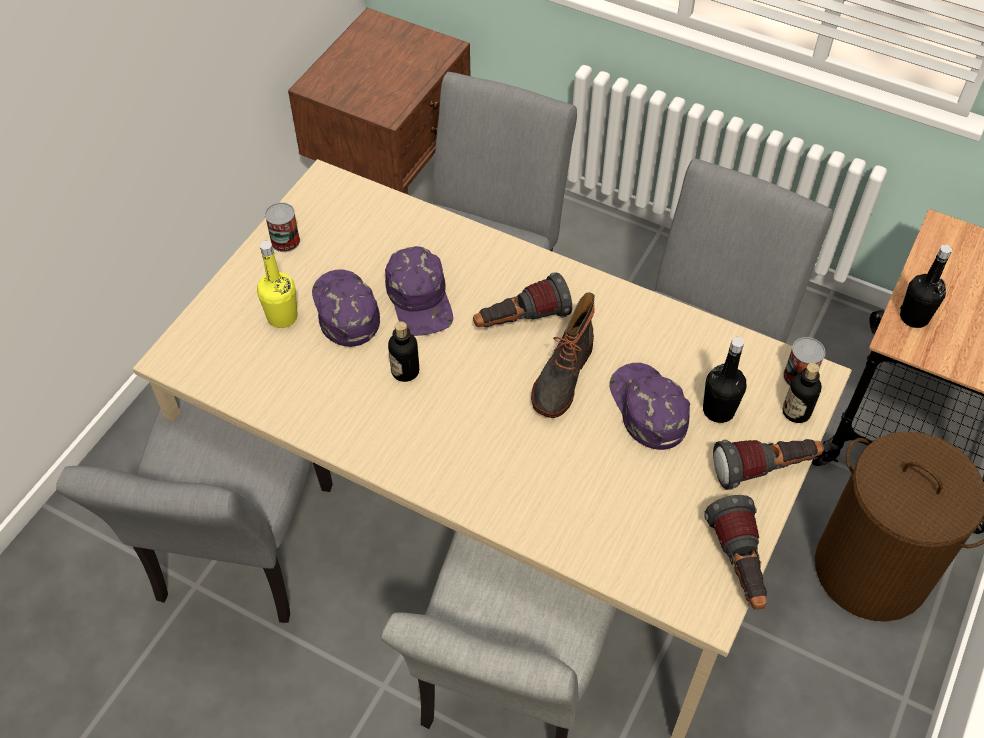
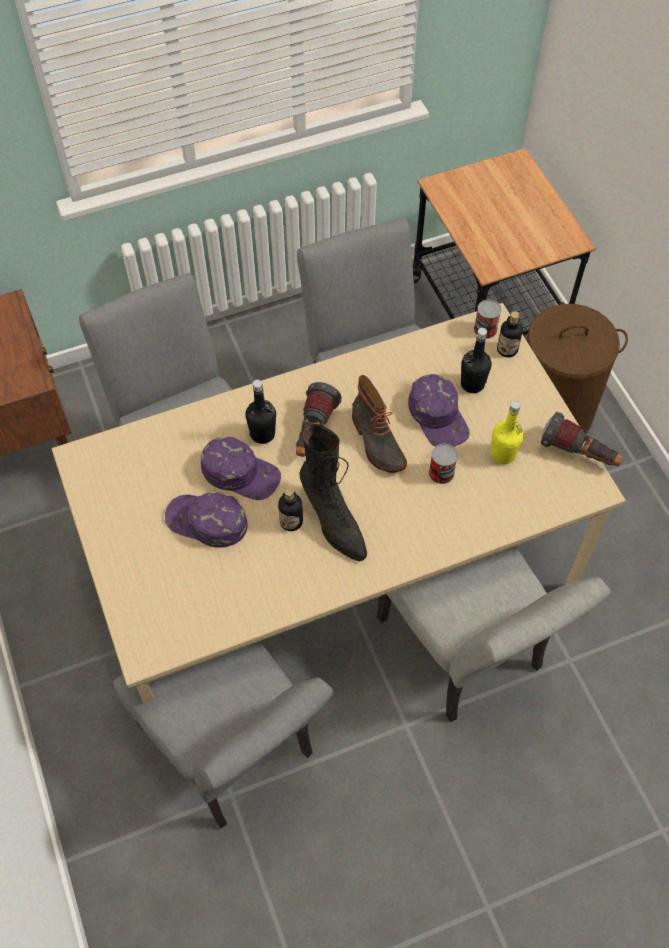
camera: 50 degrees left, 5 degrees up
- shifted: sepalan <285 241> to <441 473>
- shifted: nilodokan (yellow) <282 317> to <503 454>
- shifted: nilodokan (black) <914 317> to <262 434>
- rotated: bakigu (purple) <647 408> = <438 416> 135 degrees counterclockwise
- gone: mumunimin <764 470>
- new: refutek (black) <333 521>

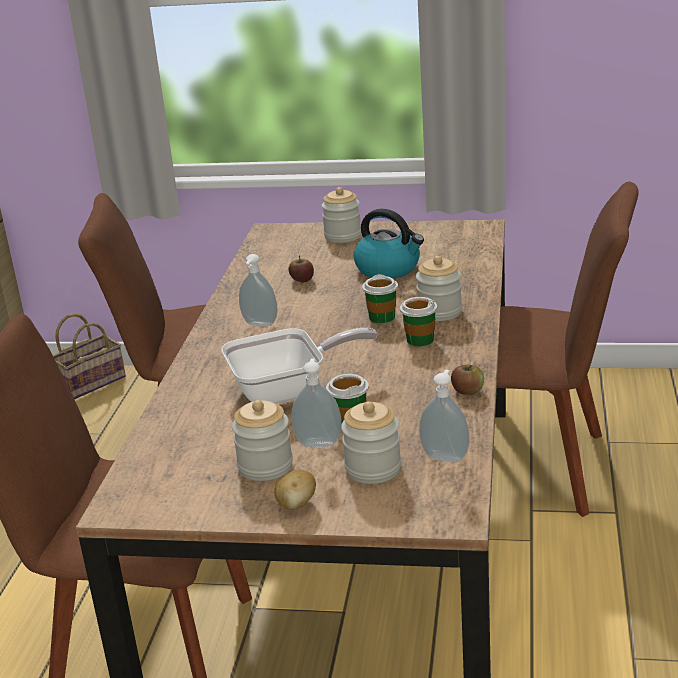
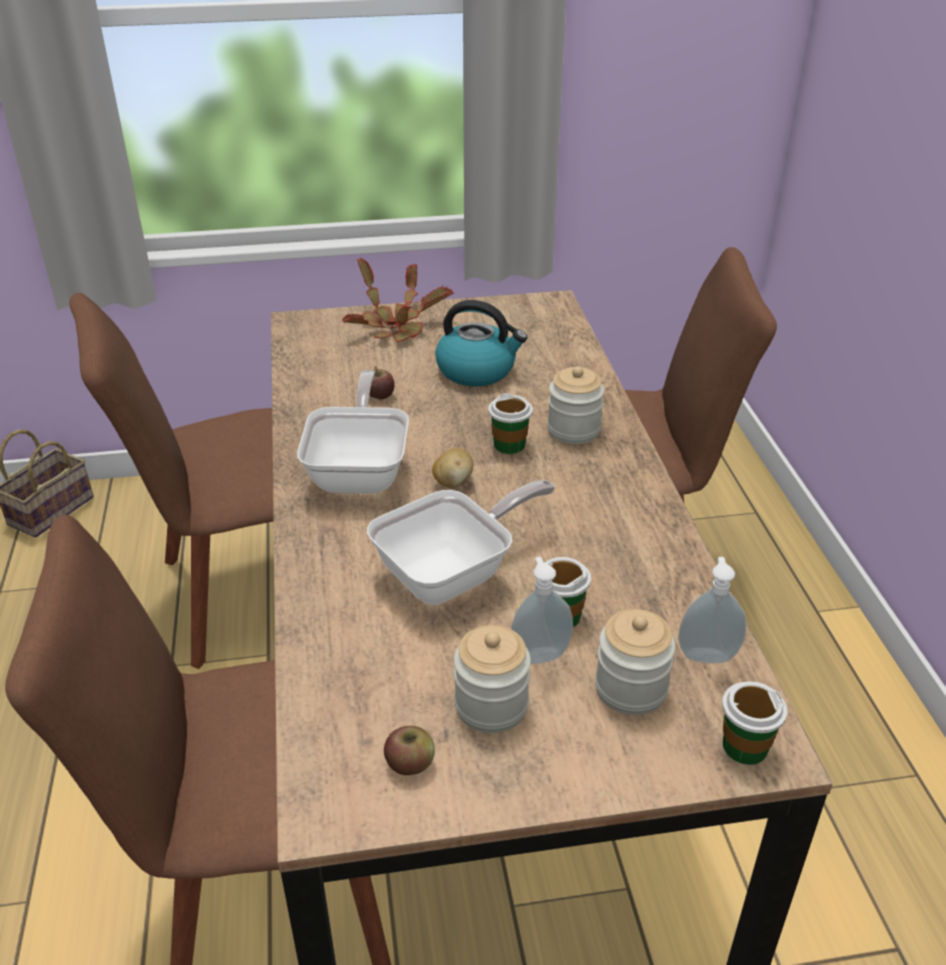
camera: 20 degrees left, 10 degrees up
- swapped: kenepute <343 236> to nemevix <394 325>
- swapped: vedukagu <259 324> to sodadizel <360 470>
- shifted: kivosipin <420 340> to <744 746>
- shifted: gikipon <468 391> to <410 763>
- shifted: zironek <297 505> to <453 482>

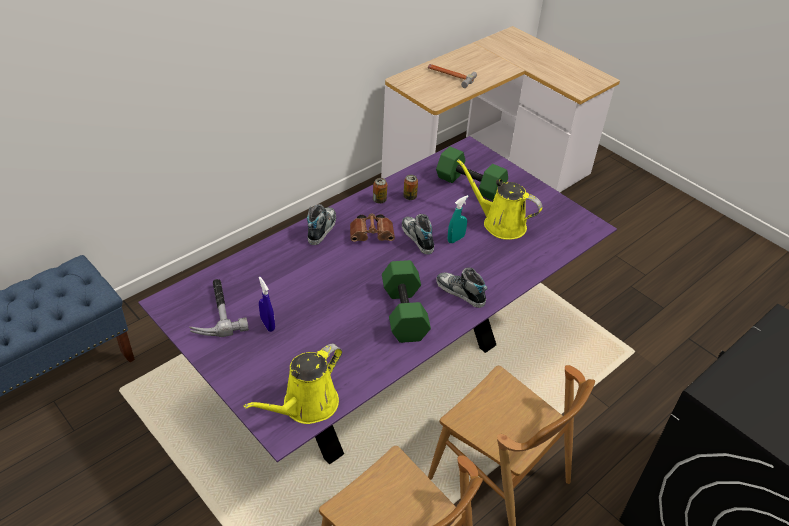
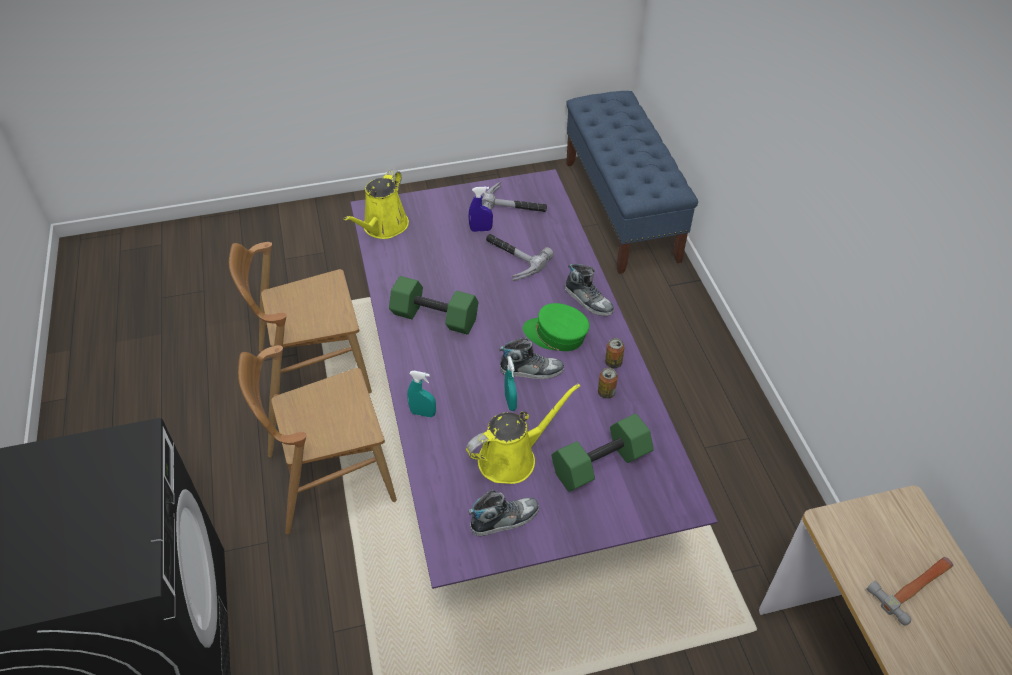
camera: 120 degrees right, 5 degrees up
- swapped: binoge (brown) <373 235> to bakigu (green) <556 335>
- shifted: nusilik <460 292> to <504 519>
- rotated: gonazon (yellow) <306 406> = <383 227> 135 degrees counterclockwise
- new: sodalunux <511 259>
- new: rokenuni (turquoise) <423 413>

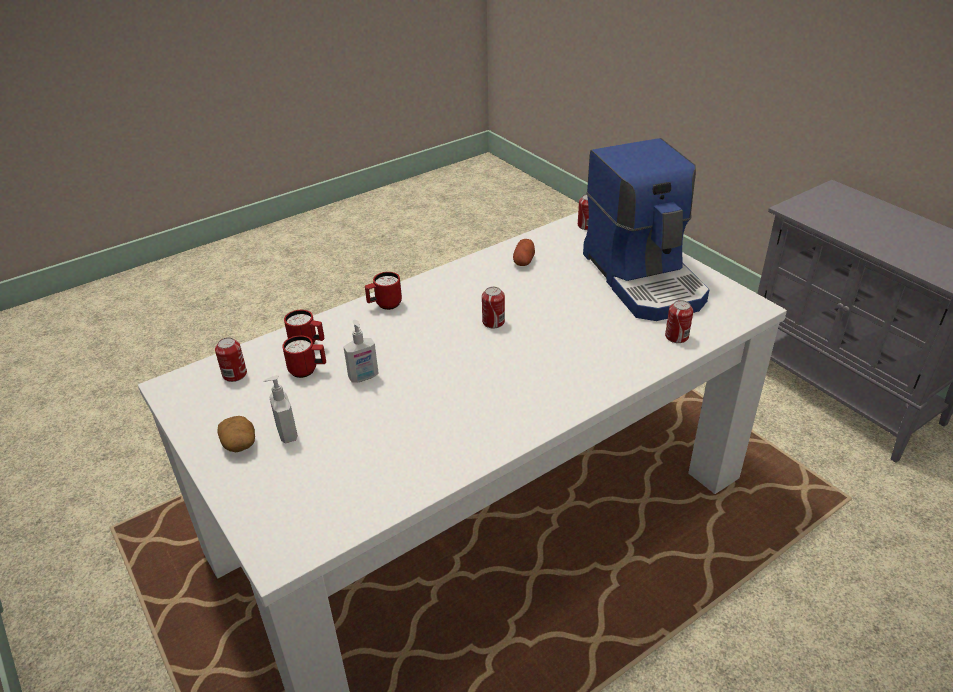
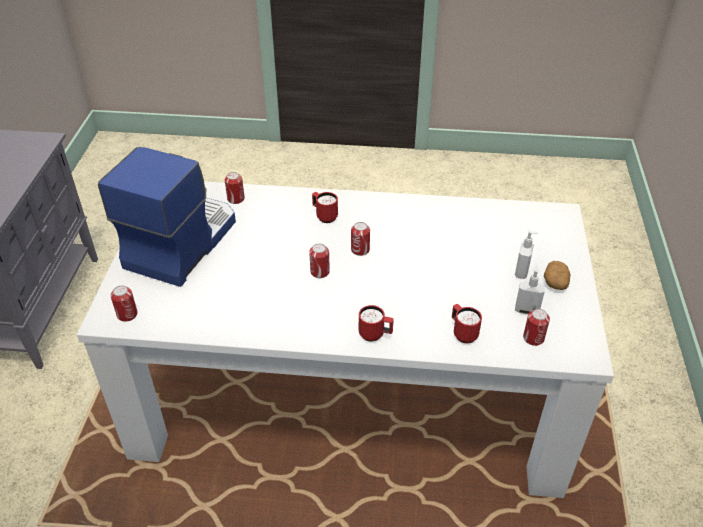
camera: 140 degrees left, 5 degrees up
- gone: zironek <524 261>
- shifted: vedukagu <364 377> to <526 310>
- shifted: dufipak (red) <308 370> to <324 216>
- new: sepalan <360 250>

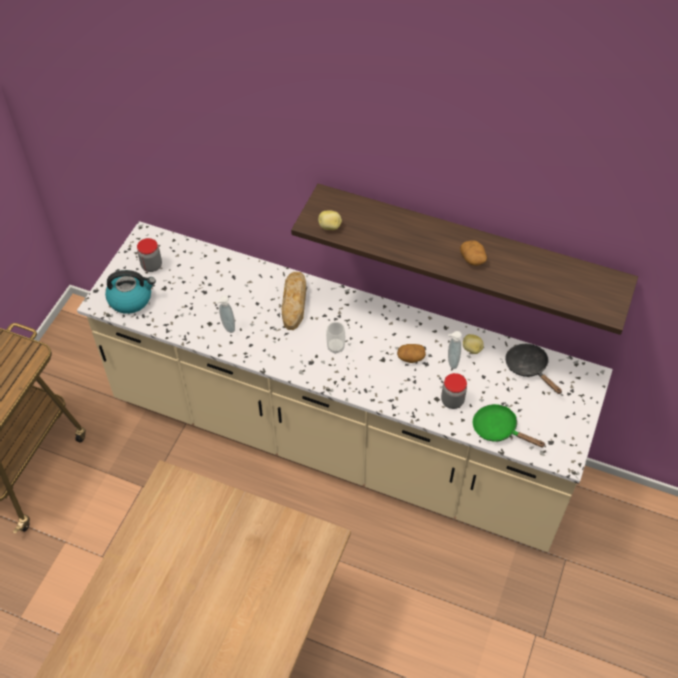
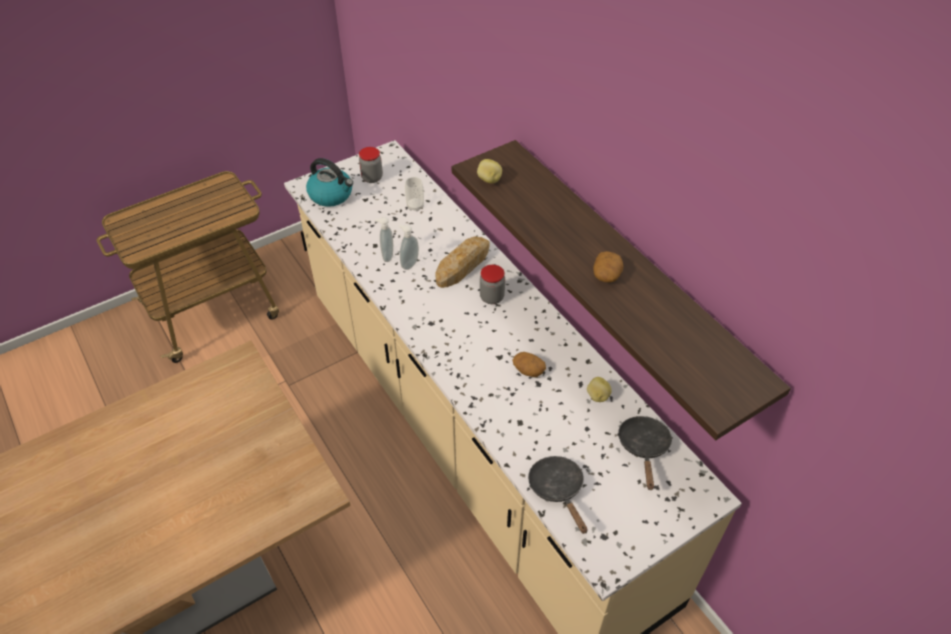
camera: 35 degrees right, 5 degrees down
- shifted: kivosipin <335 347> to <415 206>
- shifted: vedukagu <451 362> to <409 263>
- shifted: kenepute <452 401> to <492 297>
- repainted: sodadizel (green) <498 429> to sodadizel (black) <558 489>

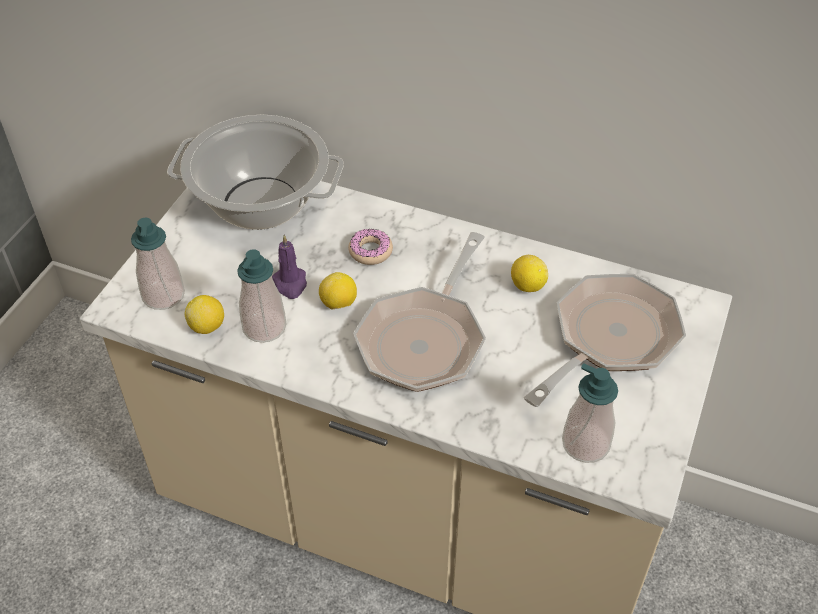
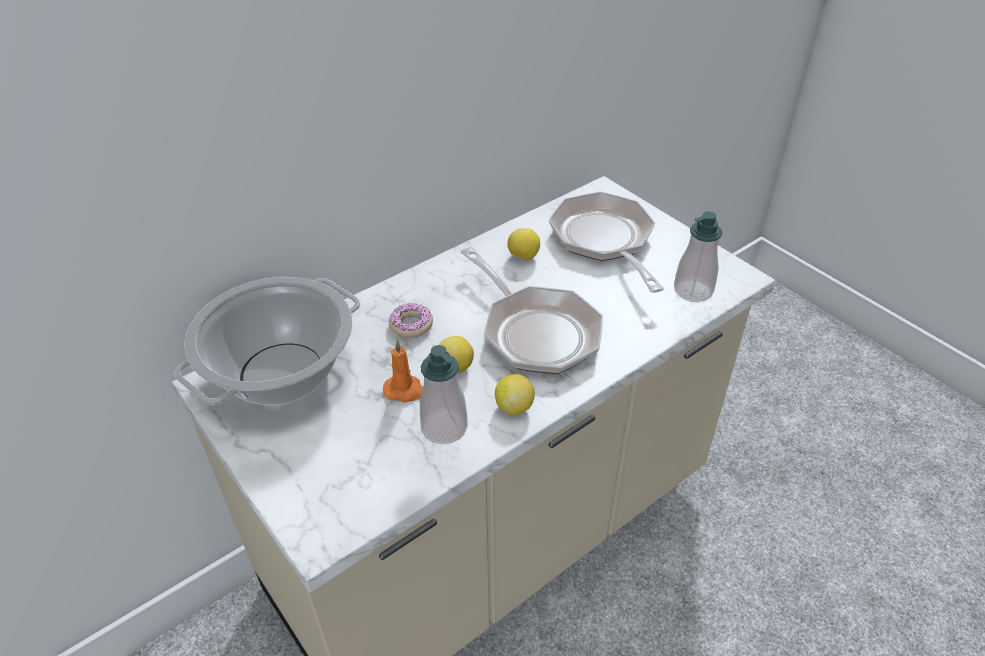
camera: 60 degrees left, 5 degrees down
- gone: vedukagu <163 295>
- repainted: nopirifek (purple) <290 284> to nopirifek (orange) <405 390>
- shifted: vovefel <207 326> to <514 406>

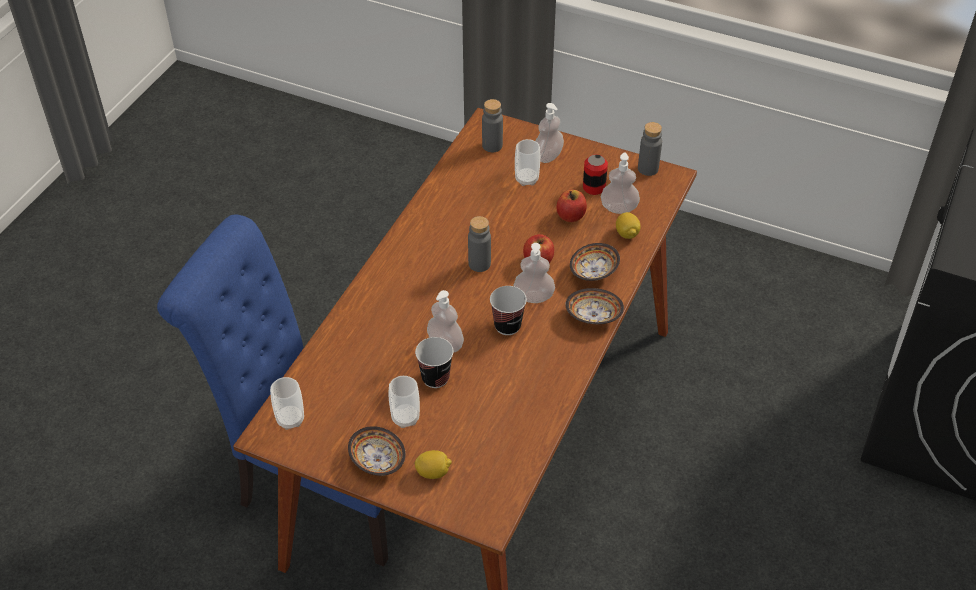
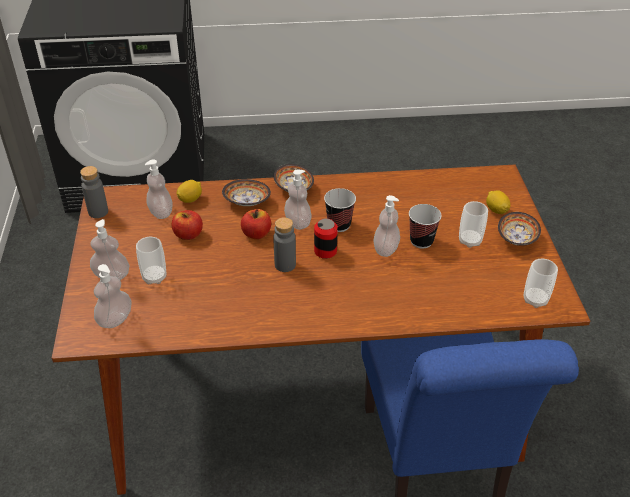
camera: 120 degrees left, 5 degrees down
- swapped: nilodokan (grey) <492 146> to vedukagu <115 319>
- shifted: sepalan <594 187> to <325 251>

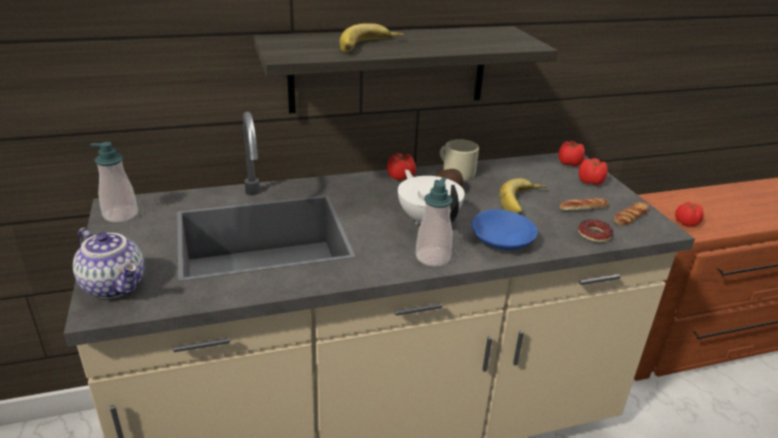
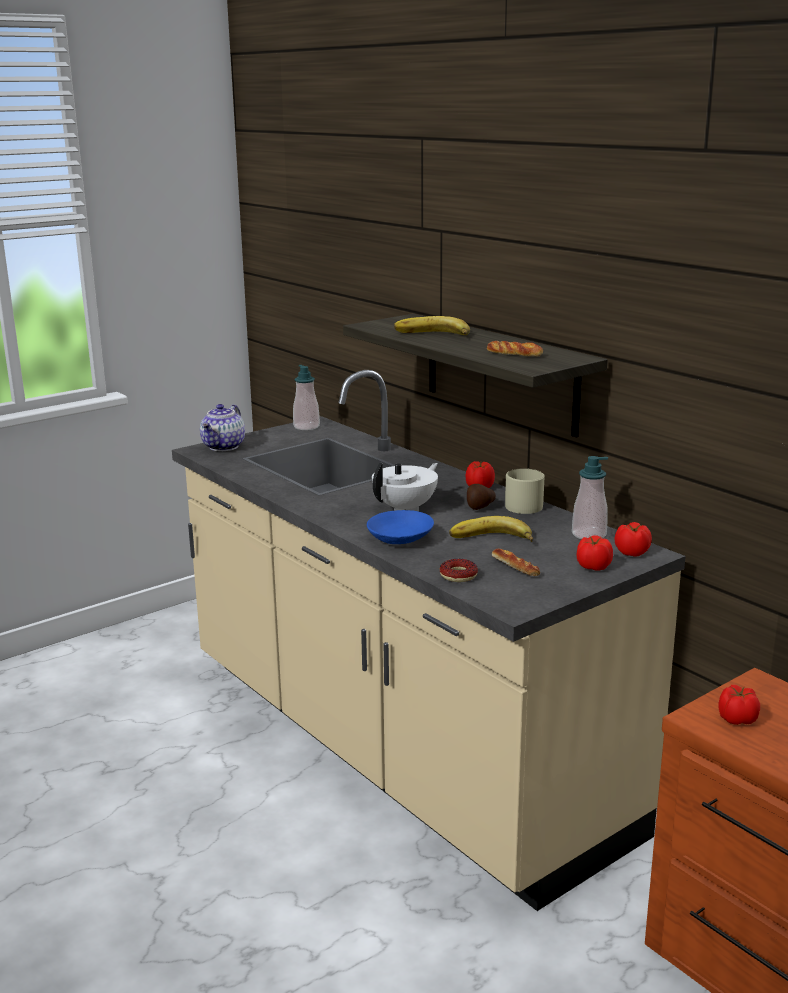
camera: 70 degrees right, 10 degrees down
- shifted: vedukagu <433 257> to <589 534>
- shifted: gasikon <630 217> to <514 354>

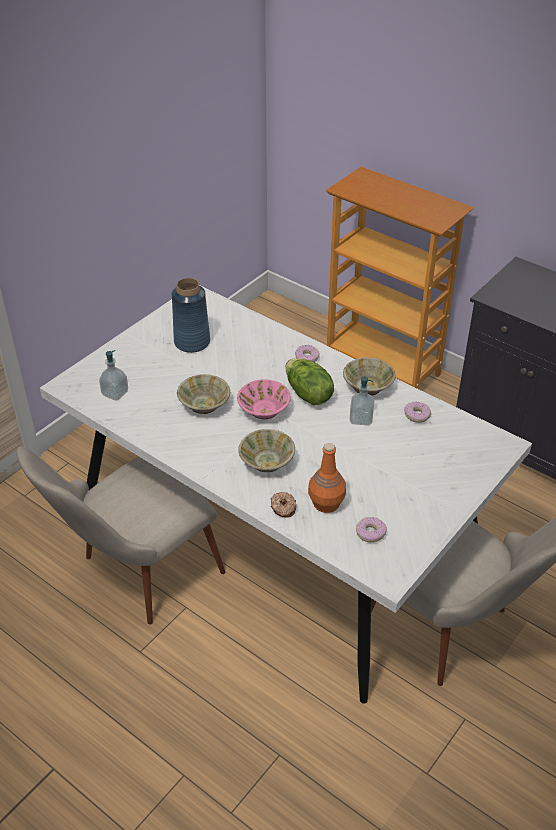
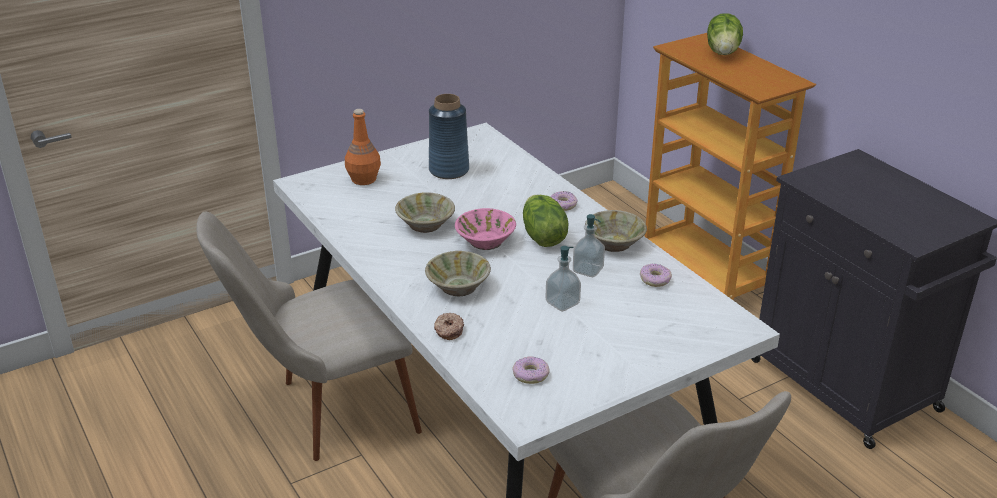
camera: 20 degrees right, 10 degrees down
- shifted: vedukagu <115 393> to <562 303>
- shifted: nilodokan (orange) <326 503> to <363 179>
- new: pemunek <723 52>

